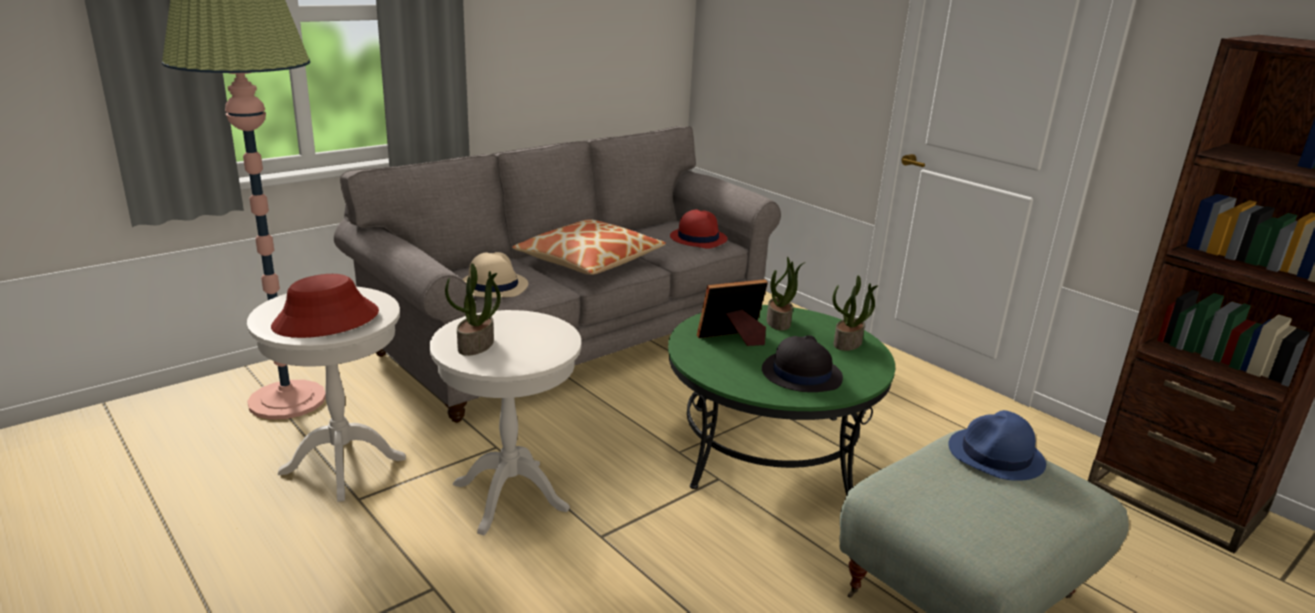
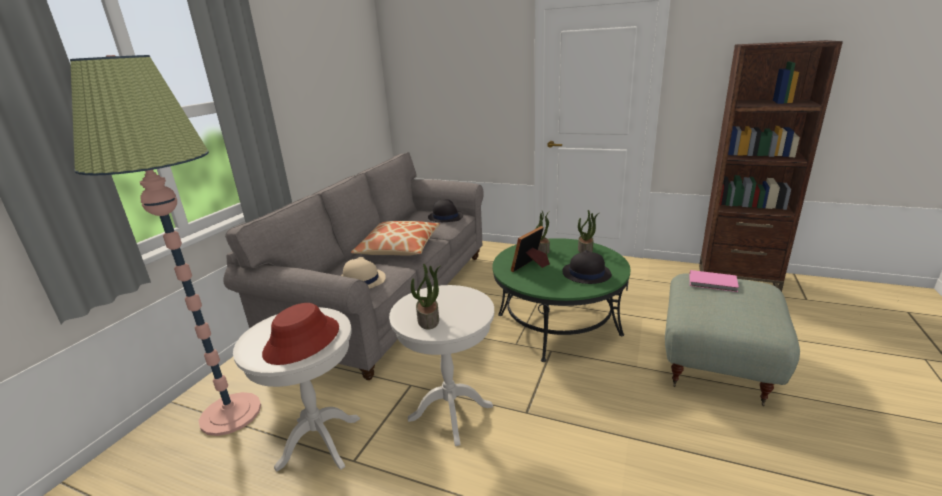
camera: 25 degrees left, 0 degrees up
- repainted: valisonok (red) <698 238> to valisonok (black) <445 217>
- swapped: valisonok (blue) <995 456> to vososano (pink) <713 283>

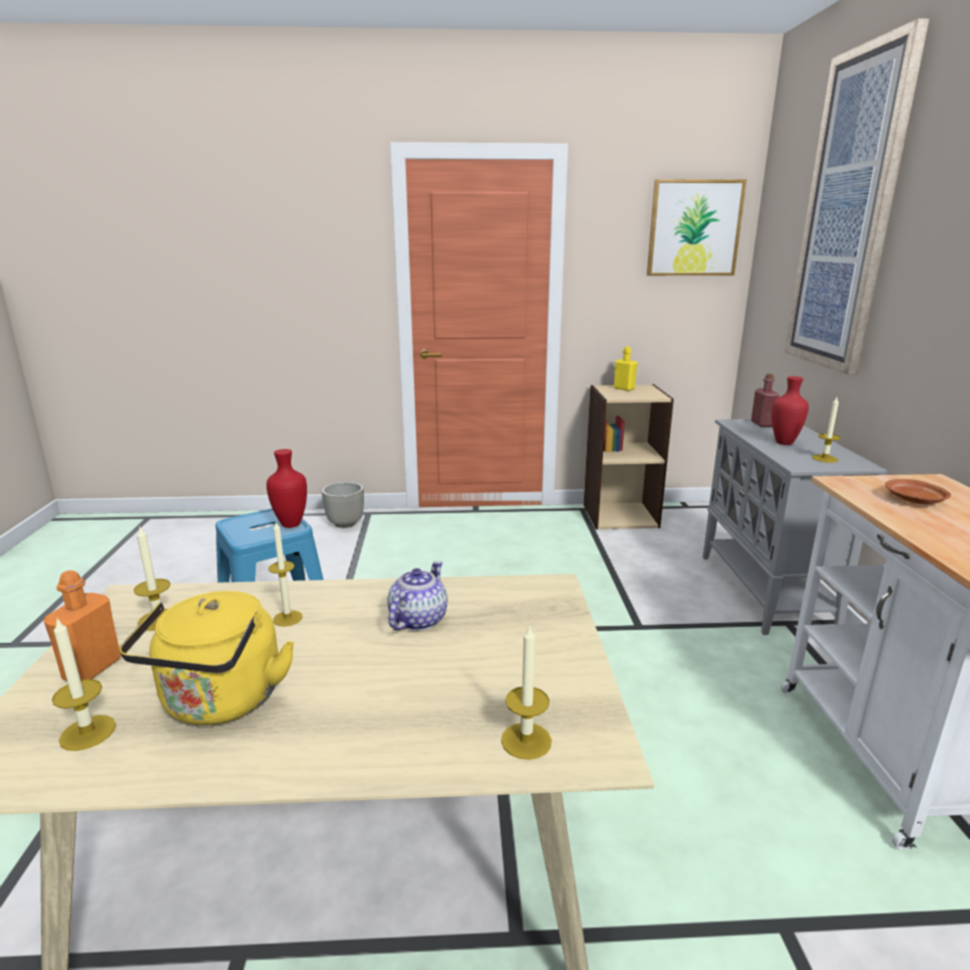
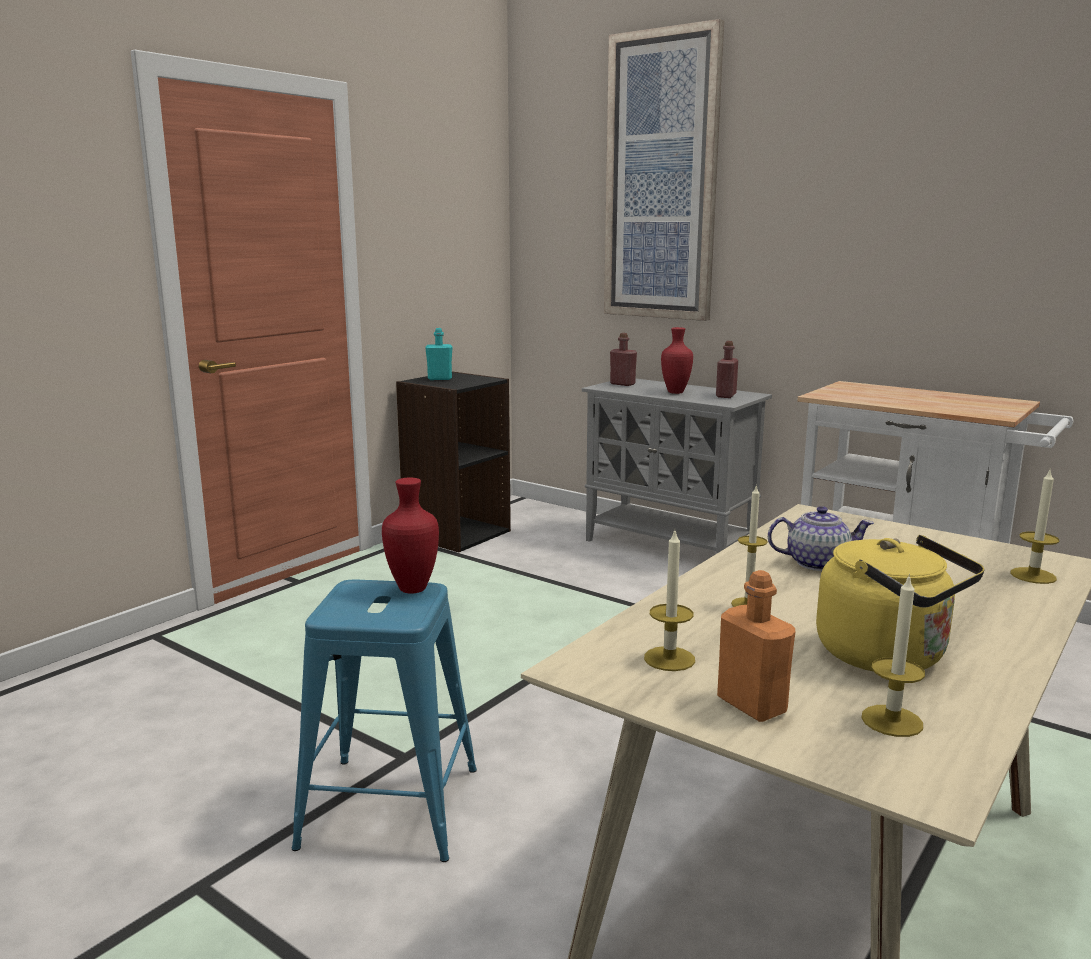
camera: 50 degrees left, 5 degrees down
- gone: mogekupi <694 228>
- repainted: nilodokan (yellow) <624 388> to nilodokan (turquoise) <440 379>
- repainted: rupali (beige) <620 515> to rupali (black) <456 533>
- swapped: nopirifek <824 458> to nilodokan (red) <726 396>
- gone: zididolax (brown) <914 500>
- gone: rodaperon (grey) <345 524>
- rotated: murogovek <417 620> = <816 563> 120 degrees clockwise

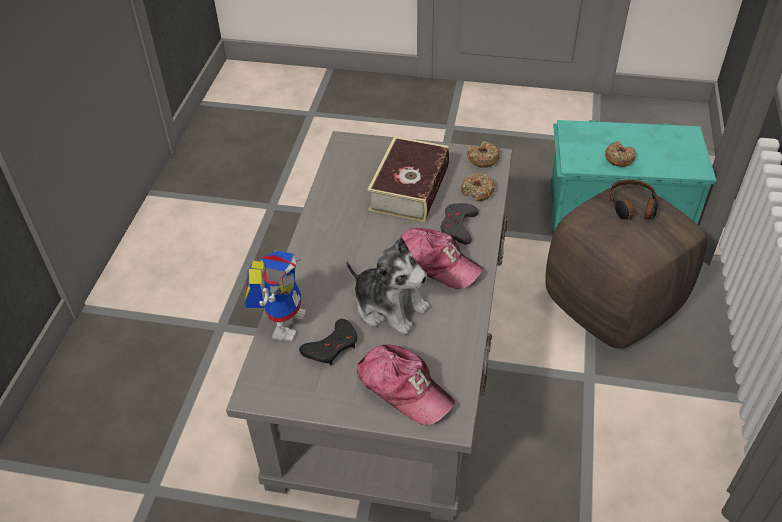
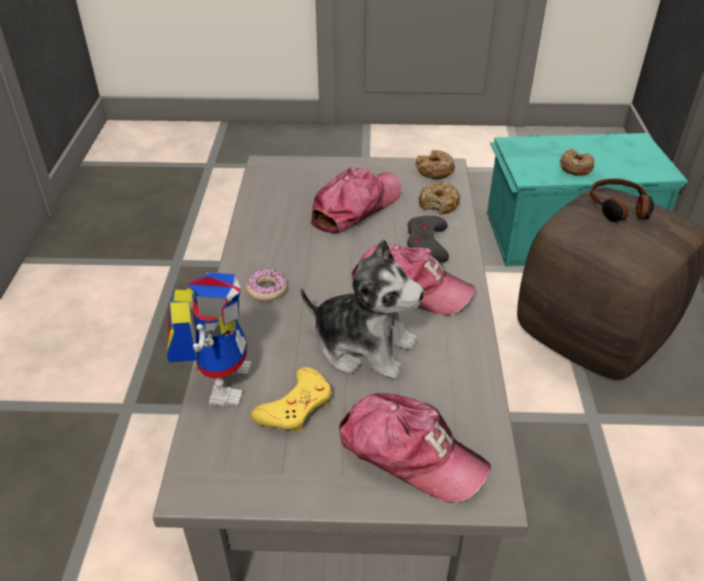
camera: 10 degrees left, 5 degrees down
- swapped: vososano <409 188> to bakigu <356 207>
- repainted: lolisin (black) <332 346> to lolisin (yellow) <296 406>
- new: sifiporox <267 290>

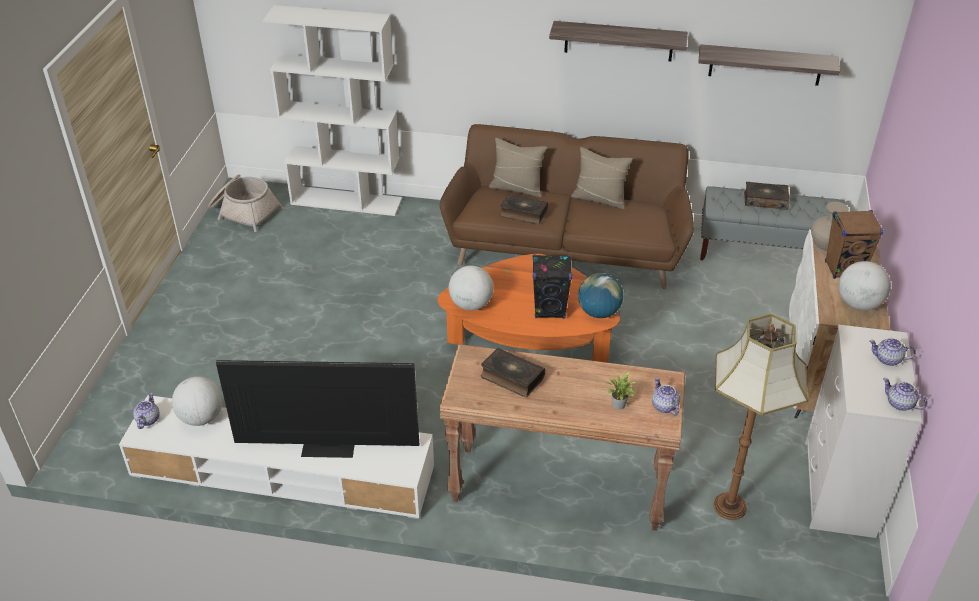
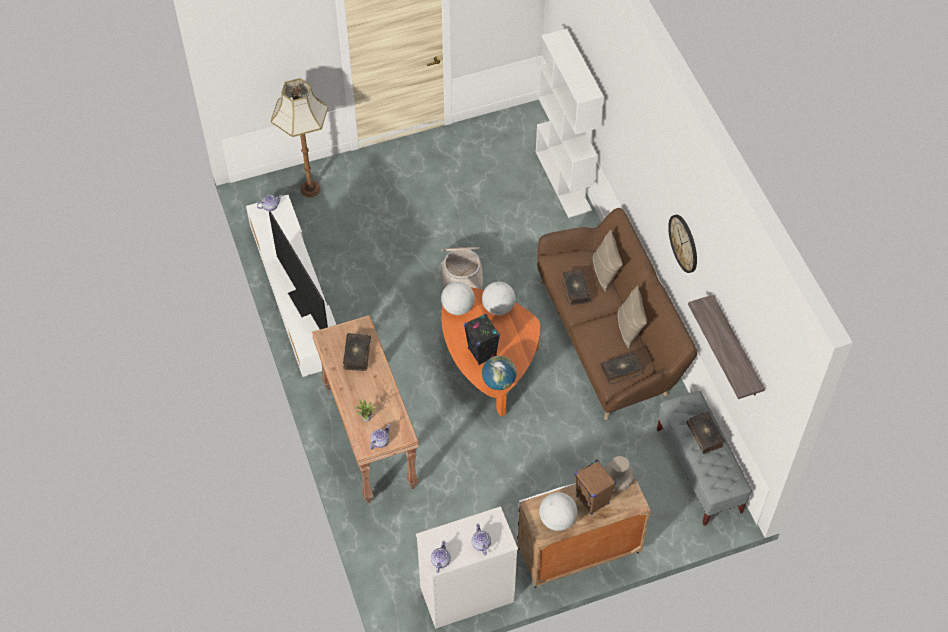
camera: 60 degrees right, 15 degrees up
- swapped: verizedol <618 41> to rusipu <684 243>
- shifted: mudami <243 211> to <462 272>
- shifted: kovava <730 507> to <310 190>
- shifted: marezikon <201 417> to <498 307>
- new: vososano <621 371>

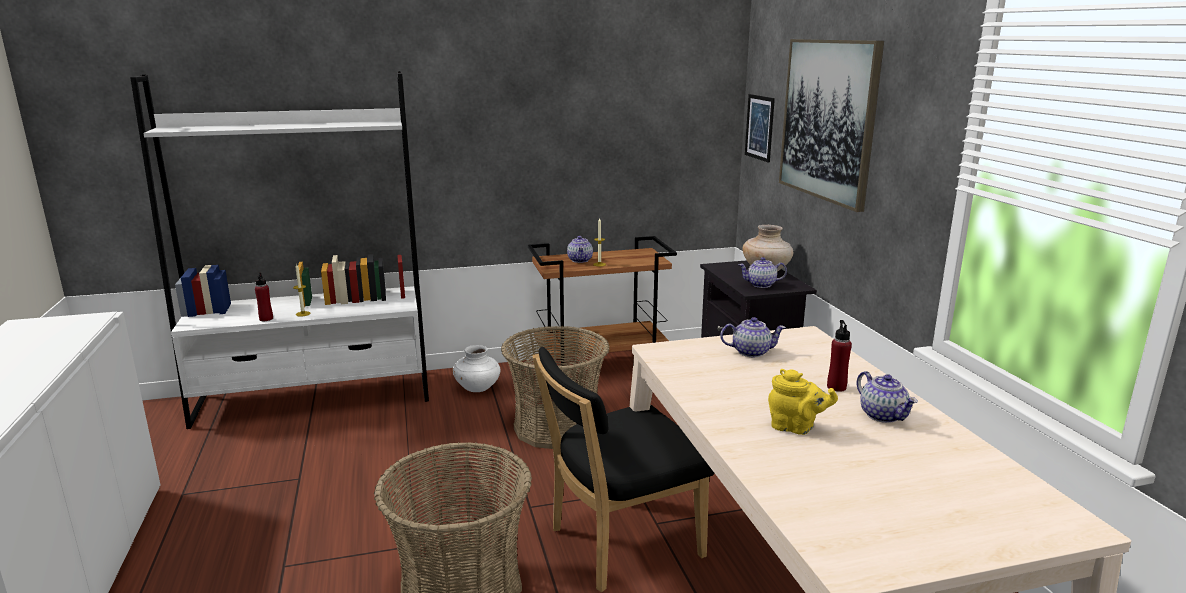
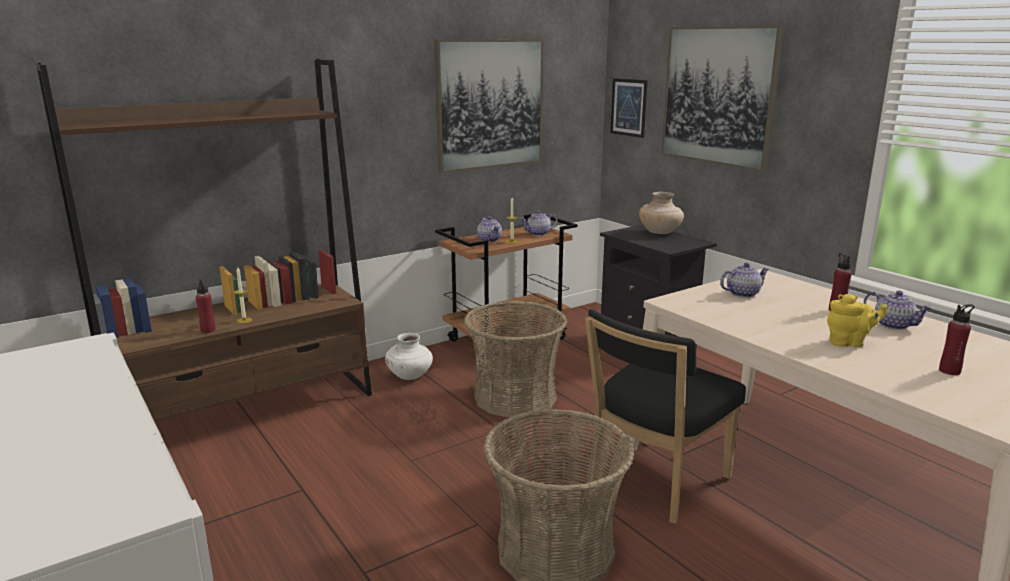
camera: 20 degrees left, 0 degrees up
- repainted: rupali (white) <315 398> to rupali (brown) <248 412>
- shifted: murogovek <761 285> to <538 233>
- new: mogekupi <489 104>
- new: nilodokan (red) <949 371>

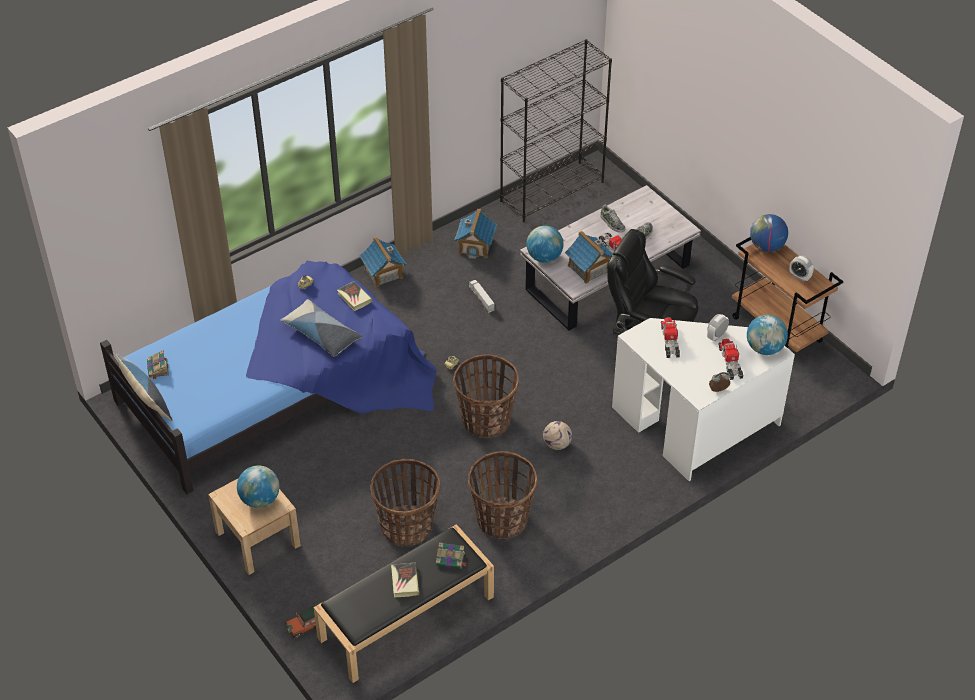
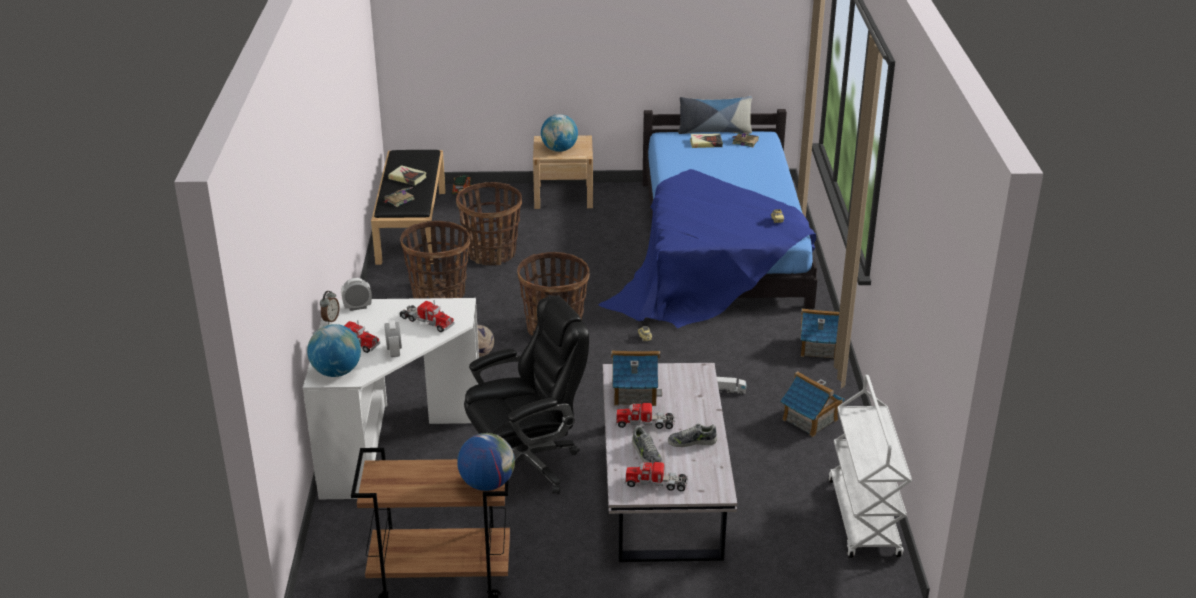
camera: 125 degrees right, 15 degrees down
- swapped: rupali (black) <552 191> to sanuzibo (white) <864 519>
- gone: marezikon <544 257>
- shifted: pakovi <799 276> to <357 307>
- shifted: vososano <354 298> to <705 143>
- gone: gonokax <321 334>
- new: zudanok <656 483>

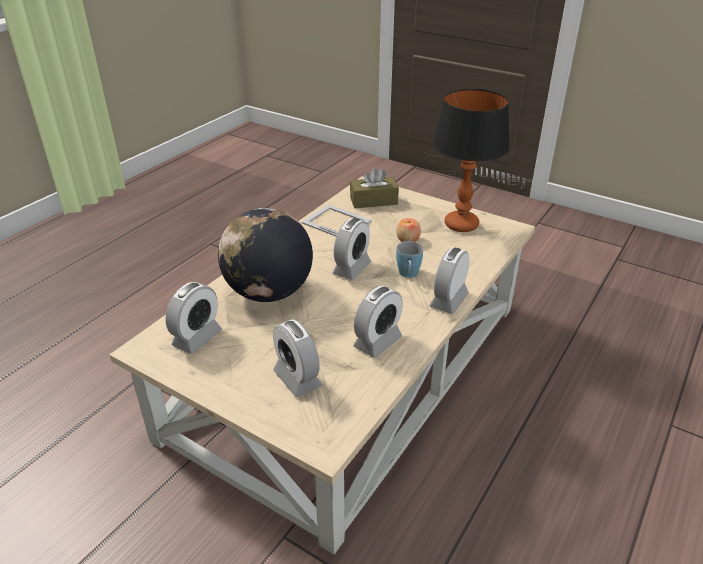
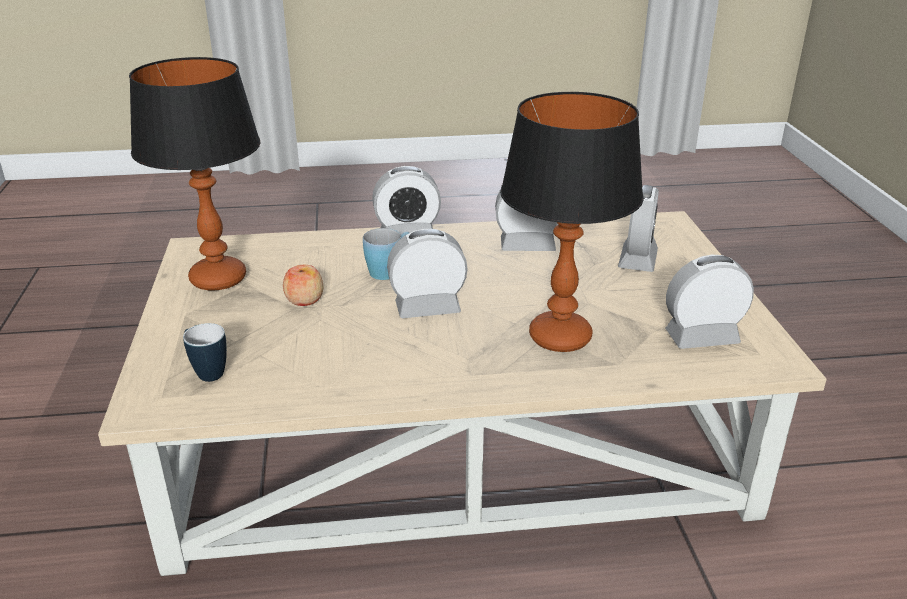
camera: 130 degrees left, 5 degrees down
- swapped: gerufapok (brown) <373 201> to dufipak <206 372>
- gone: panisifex <336 221>
- swapped: marezikon <268 292> to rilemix <560 338>

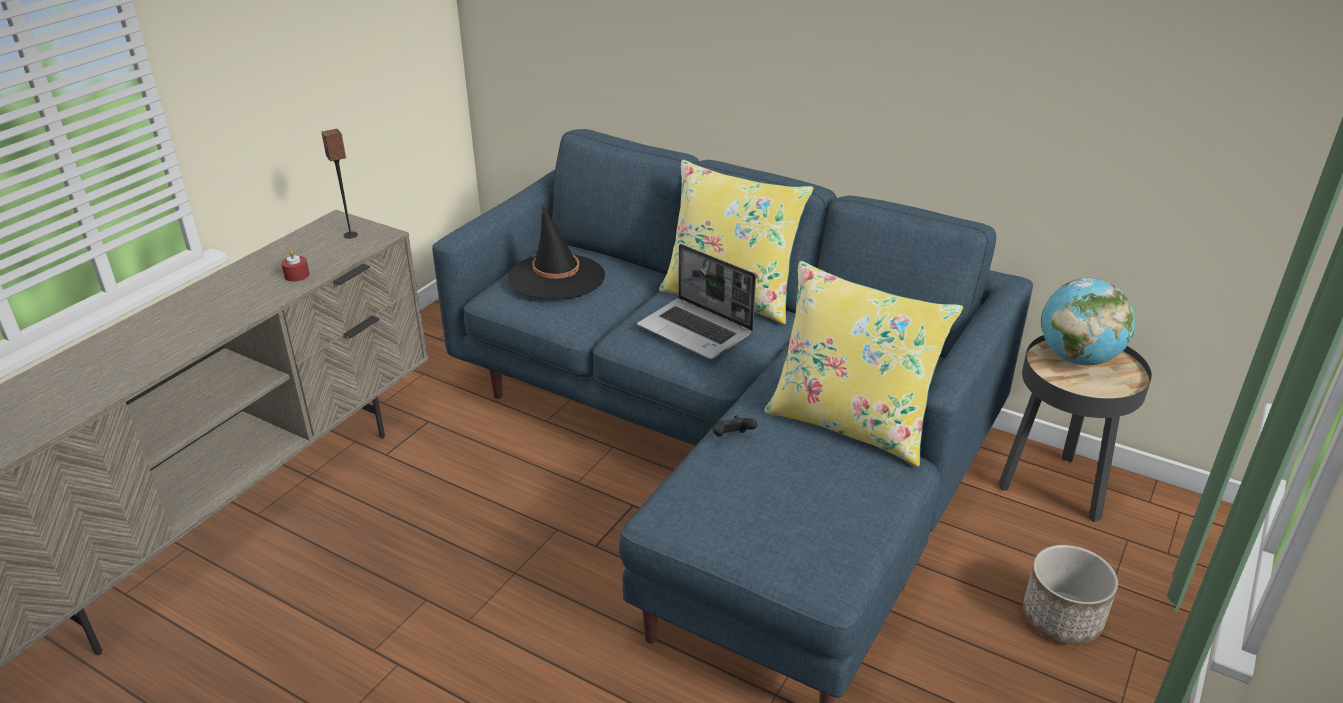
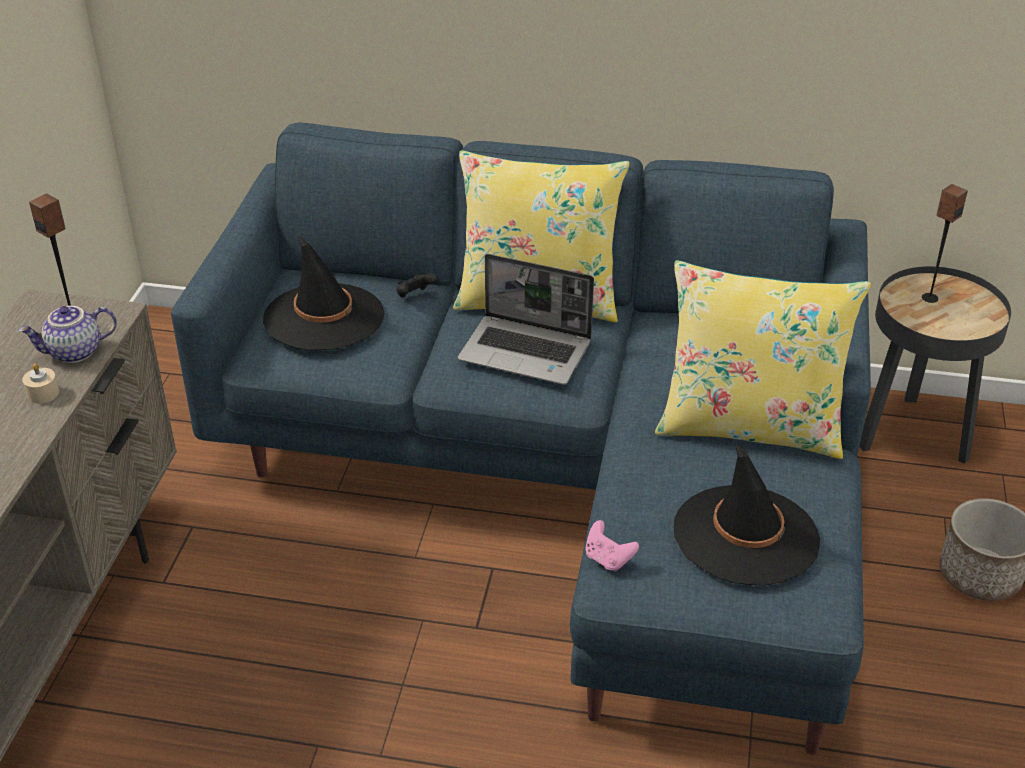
camera: 20 degrees left, 5 degrees up
- repainted: nopirifek (red) <297 275> to nopirifek (beige) <43 393>
- swapped: marezikon <1077 358> to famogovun <929 298>
- shifted: lolisin (black) <732 438> to <415 296>
- new: murogovek <74 353>
- new: valisonok (black) <745 535>
- new: lolisin (pink) <608 559>

